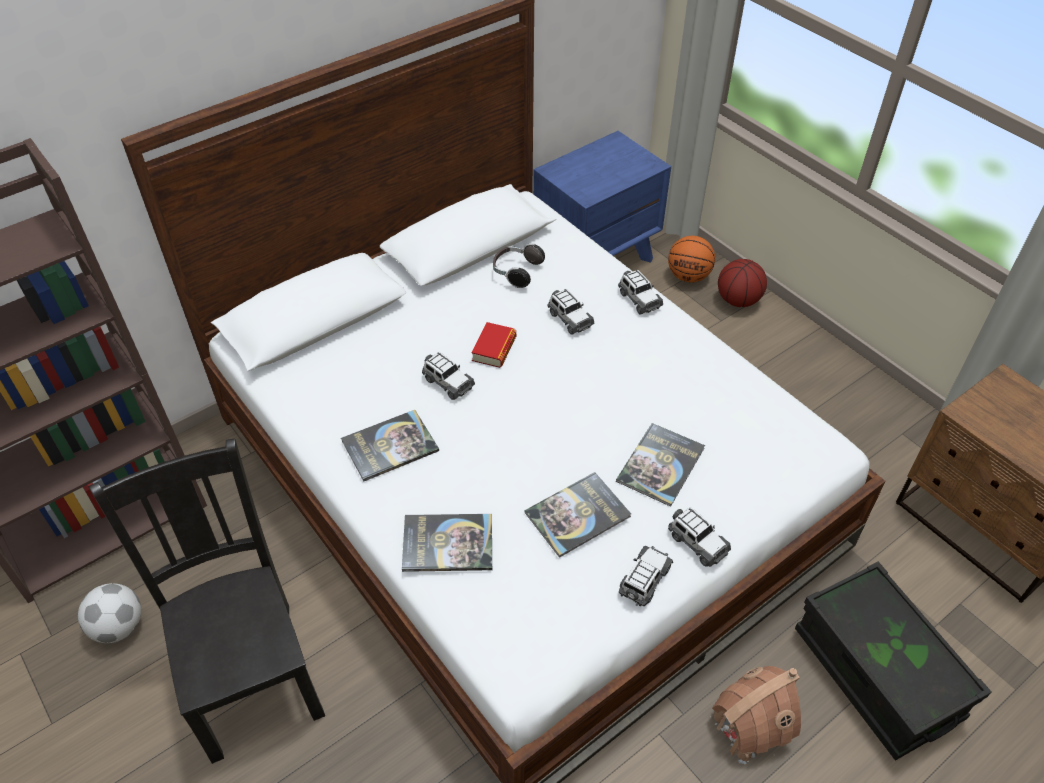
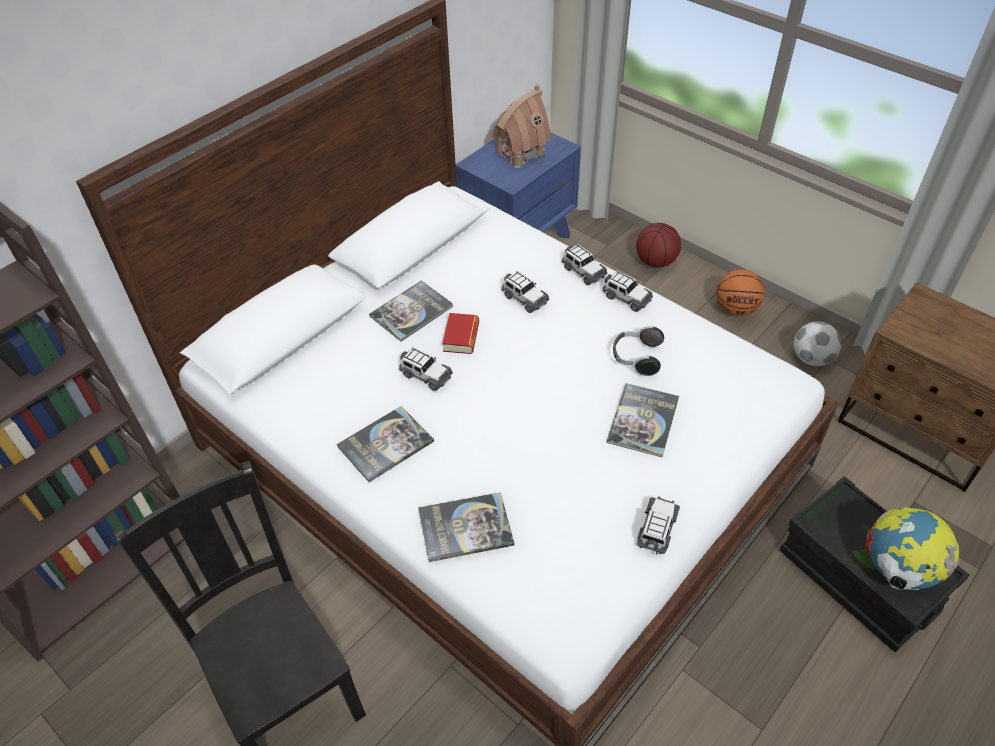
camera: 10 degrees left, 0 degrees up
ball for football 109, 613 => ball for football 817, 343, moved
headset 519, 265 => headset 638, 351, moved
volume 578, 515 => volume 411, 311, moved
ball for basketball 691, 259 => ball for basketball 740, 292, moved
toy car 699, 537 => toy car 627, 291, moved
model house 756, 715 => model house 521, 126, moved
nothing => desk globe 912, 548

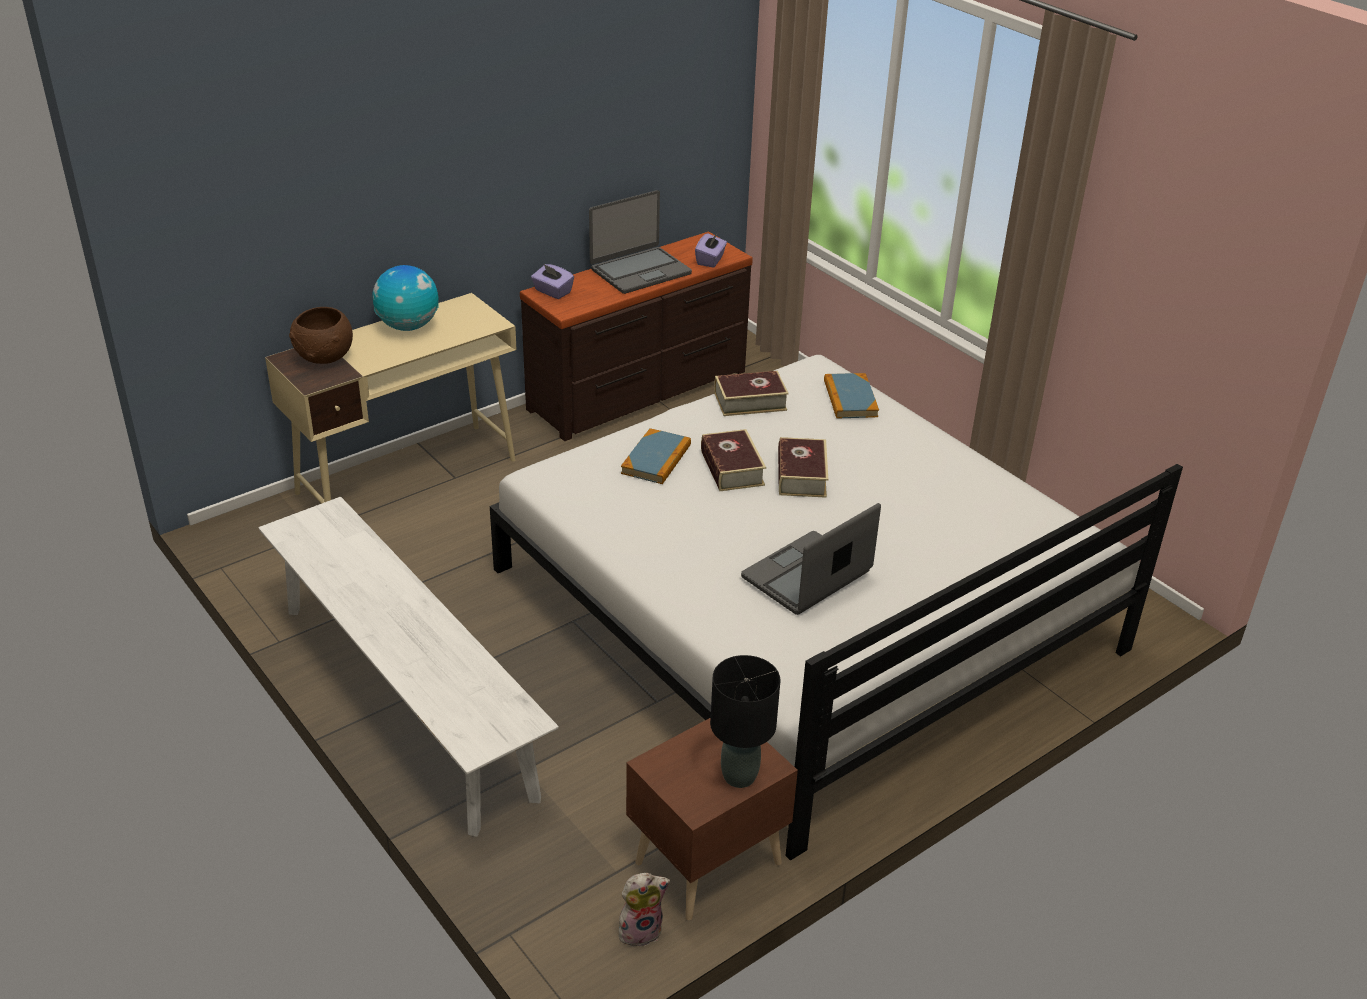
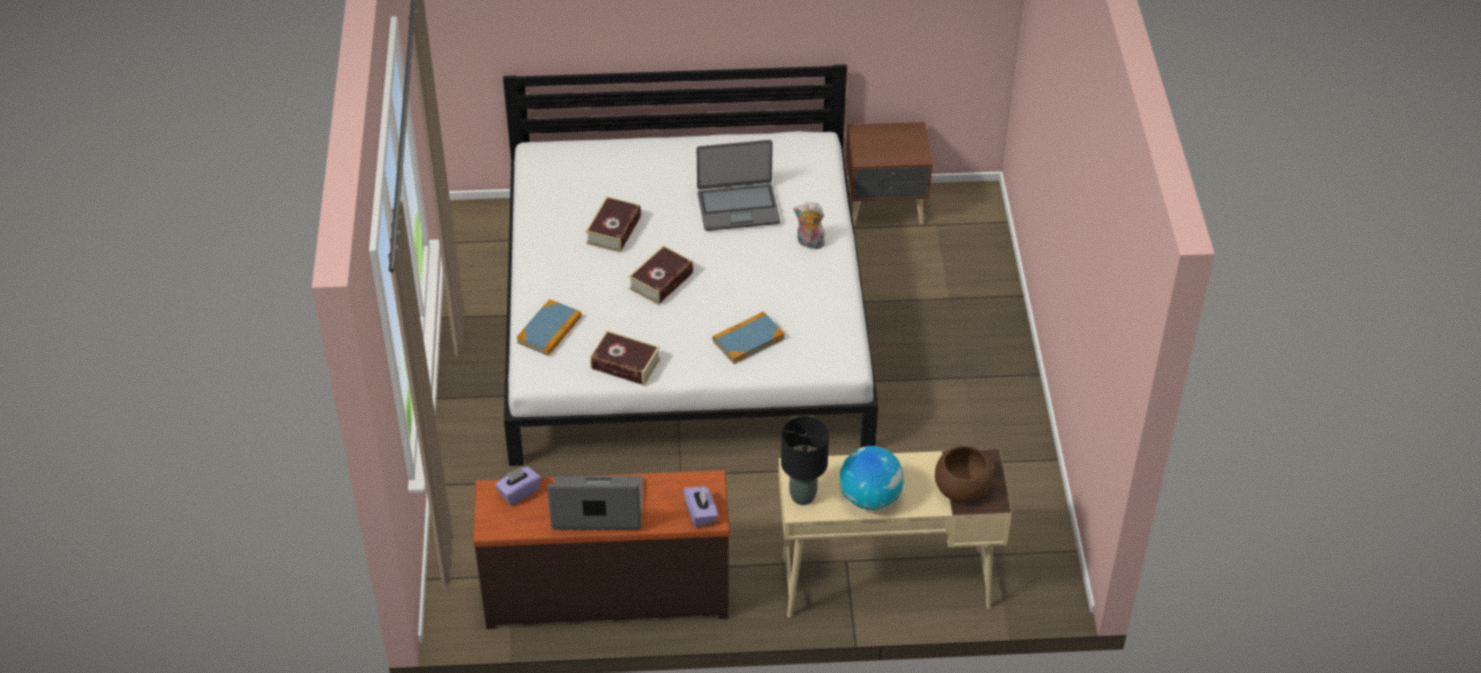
camera: 145 degrees left, 10 degrees up
whitish long seat 408, 667 => nothing
plush toy 644, 911 => plush toy 809, 225, moved
volume 733, 460 => volume 613, 224, moved
black-coloured lamp for a table 745, 721 => black-coloured lamp for a table 805, 460, moved

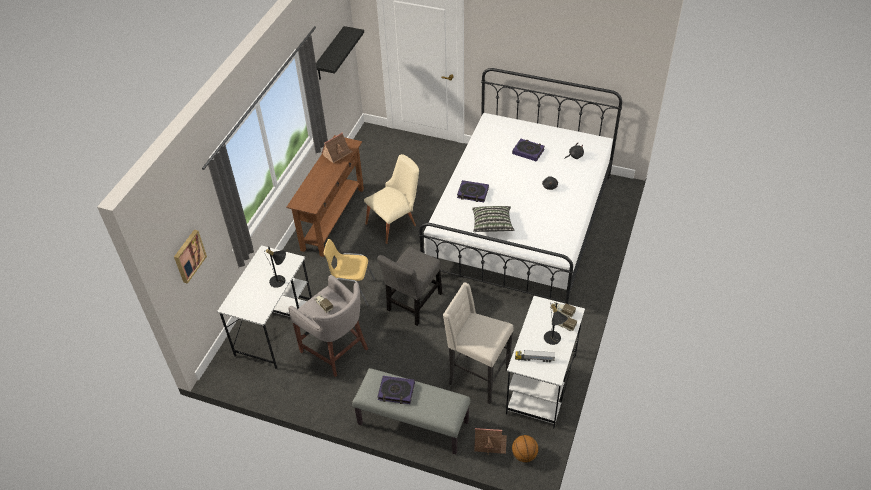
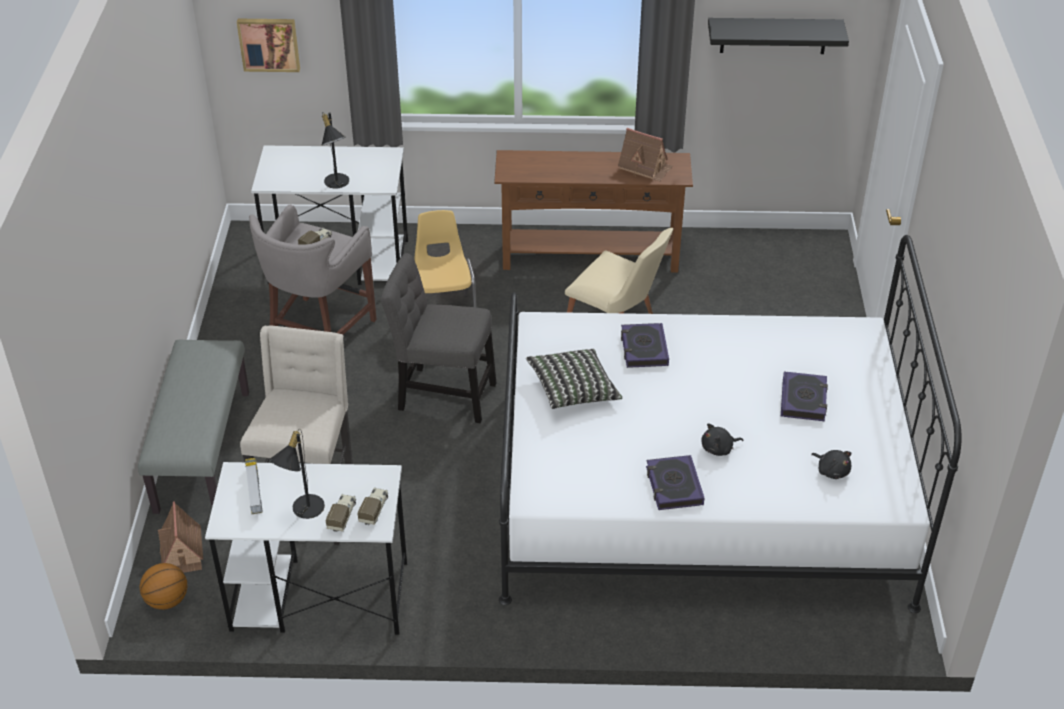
camera: 70 degrees right, 5 degrees down
volume 396, 390 => volume 675, 482, moved

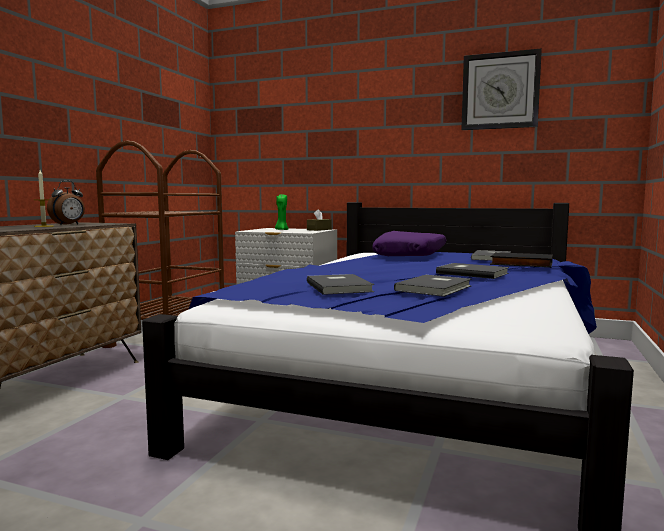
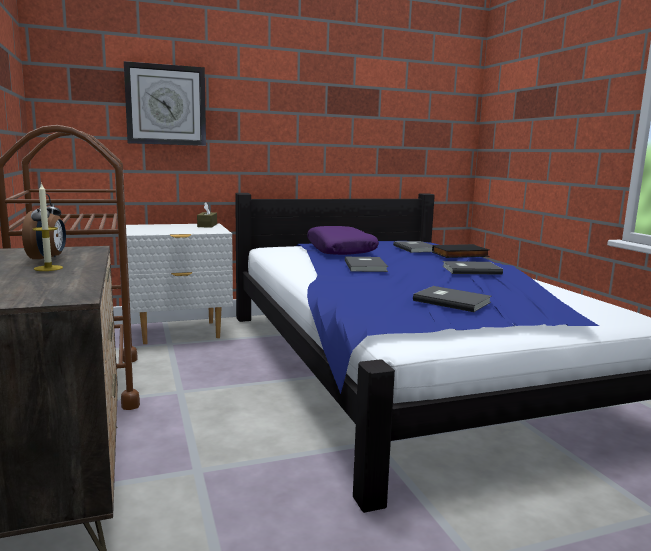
camera: 40 degrees left, 5 degrees up
green wax candle 282, 212 => nothing
grey volume 433, 286 => grey volume 366, 264, moved
clock on the wall 501, 89 => clock on the wall 165, 103, moved

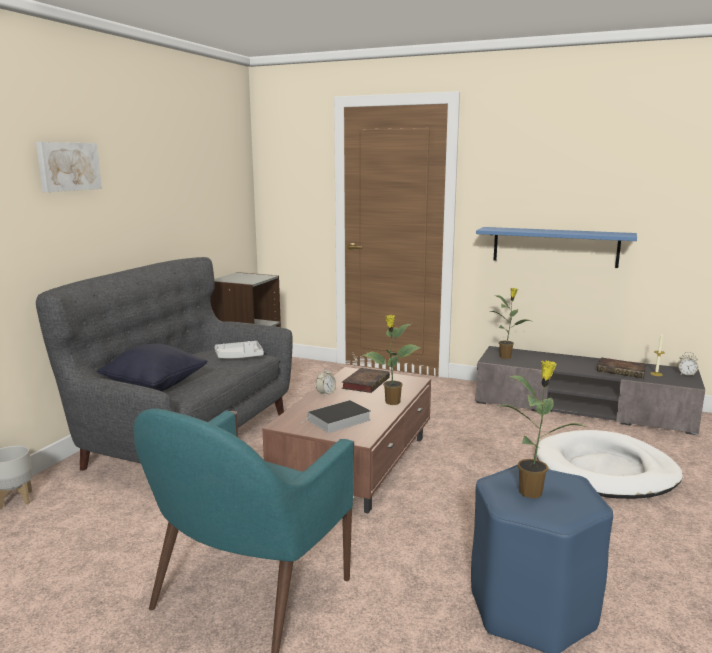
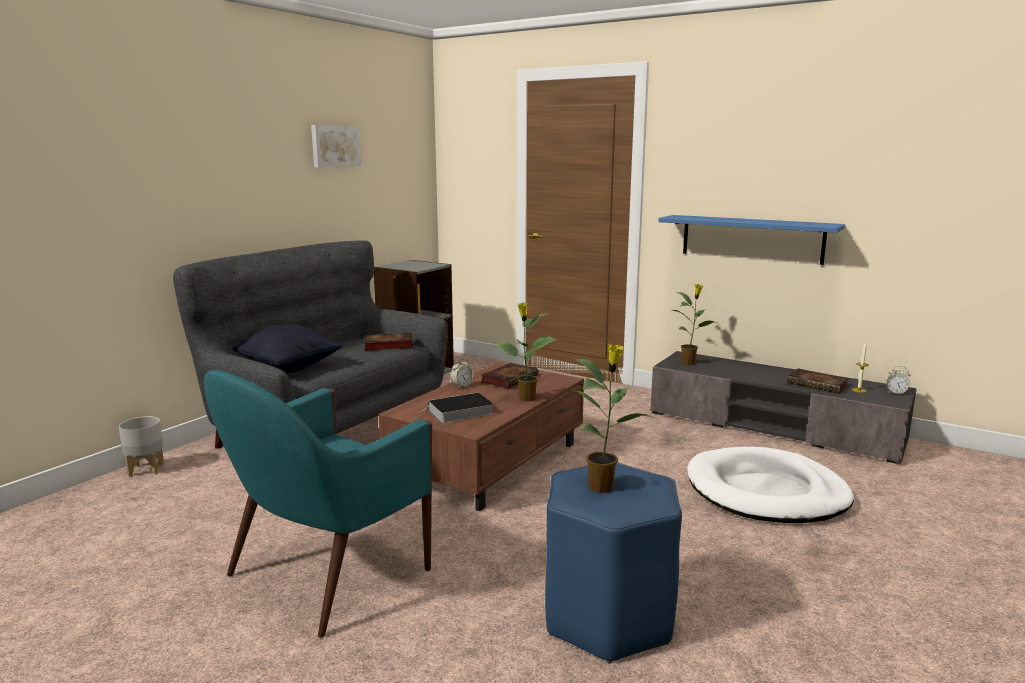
camera: 10 degrees right, 0 degrees up
wall art 69, 167 => wall art 336, 146, moved
grey serving tray 239, 349 => volume 388, 342

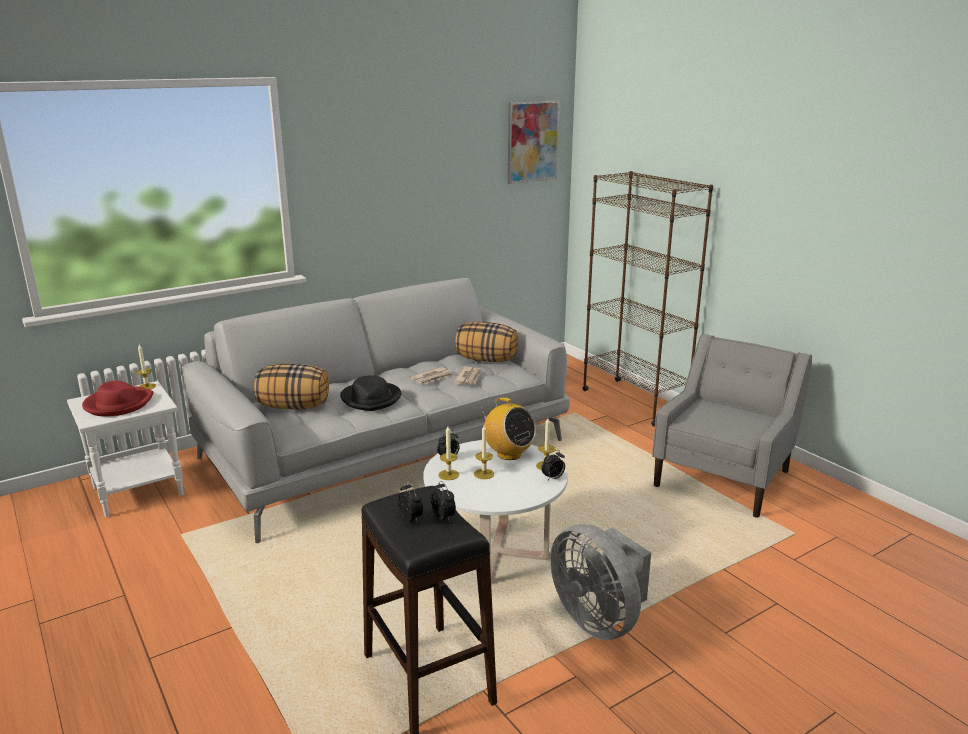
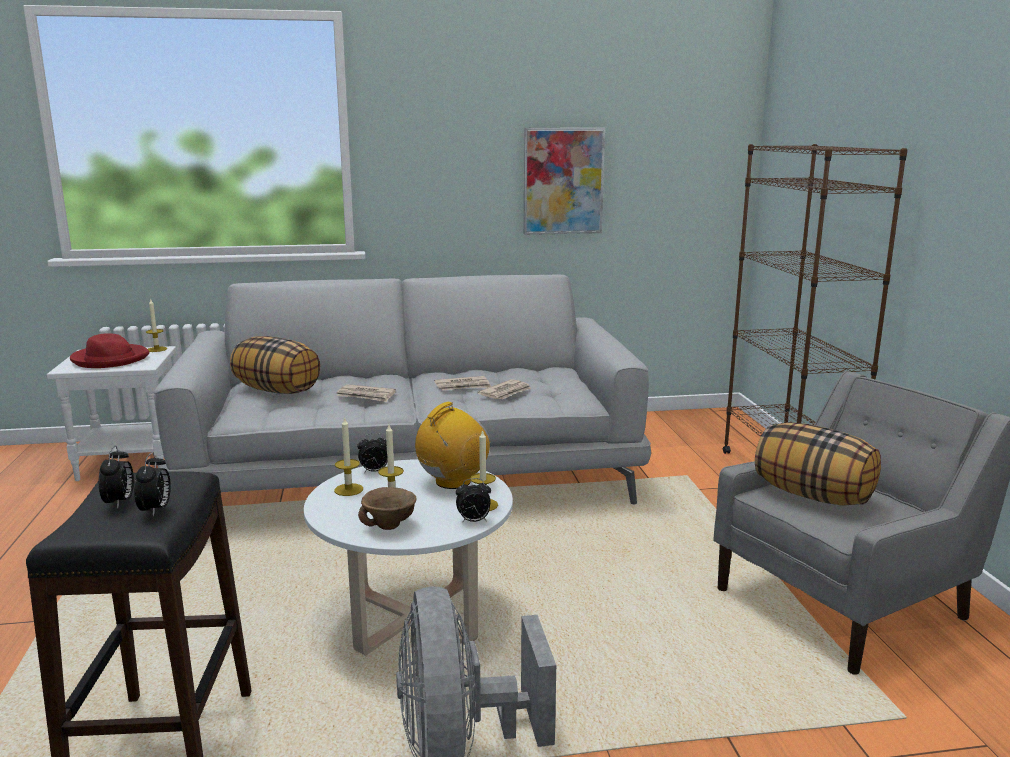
camera: 25 degrees right, 5 degrees down
black-coloured hat 370, 393 => printed paper 366, 393
pillow 486, 342 => pillow 818, 464, moved
radio receiver 508, 428 => radio receiver 452, 445, 120 degrees counterclockwise
wall art 534, 142 => wall art 564, 181, moved
nothing => brown-coloured deep dish 387, 508

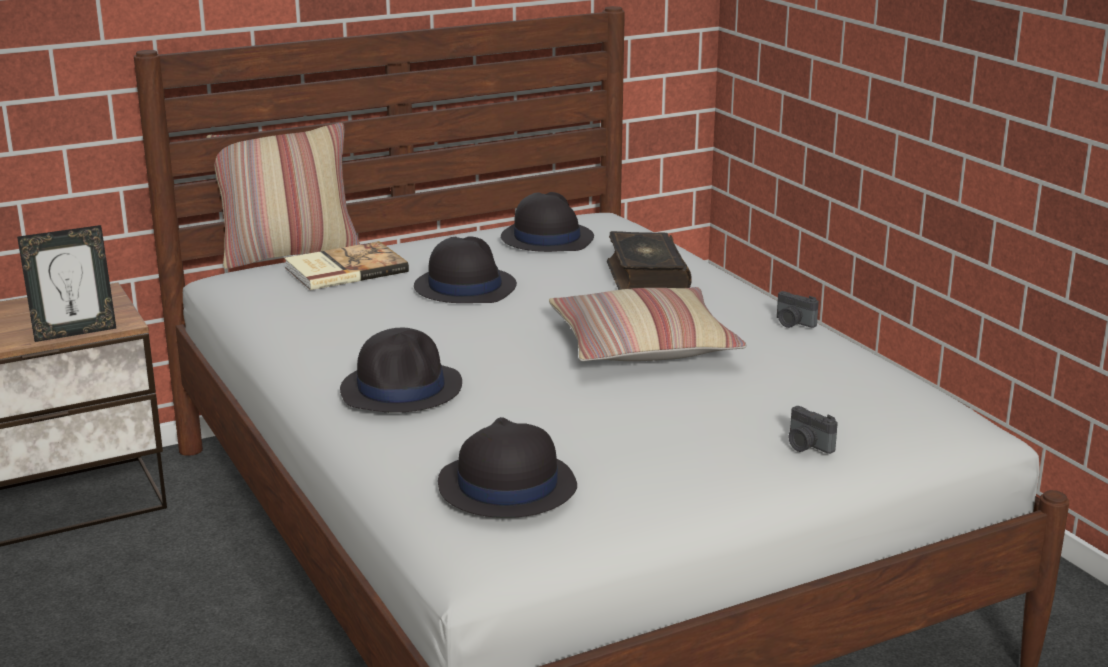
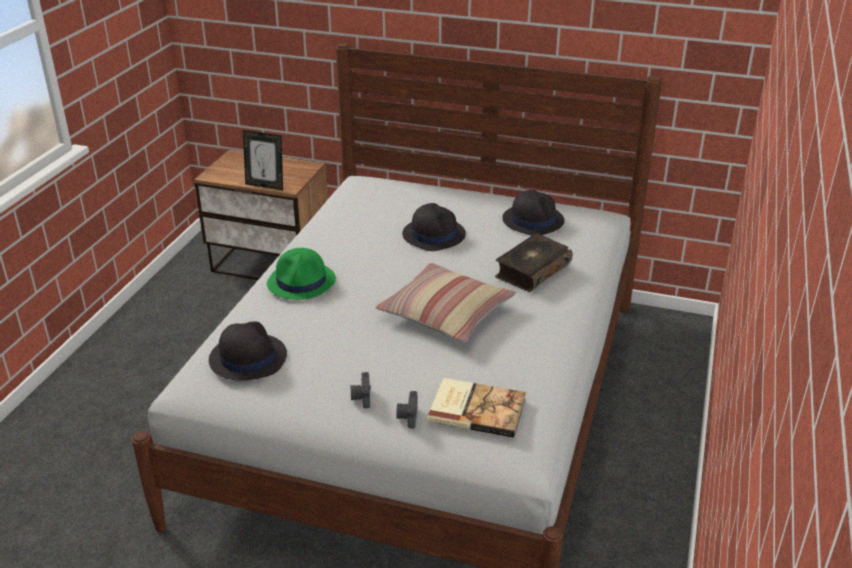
camera: 45 degrees right, 10 degrees up
pillow 283, 196 => nothing
volume 346, 265 => volume 477, 408, moved
black-coloured hat 401, 370 => green hat 301, 274
still camera 798, 309 => still camera 361, 390, moved

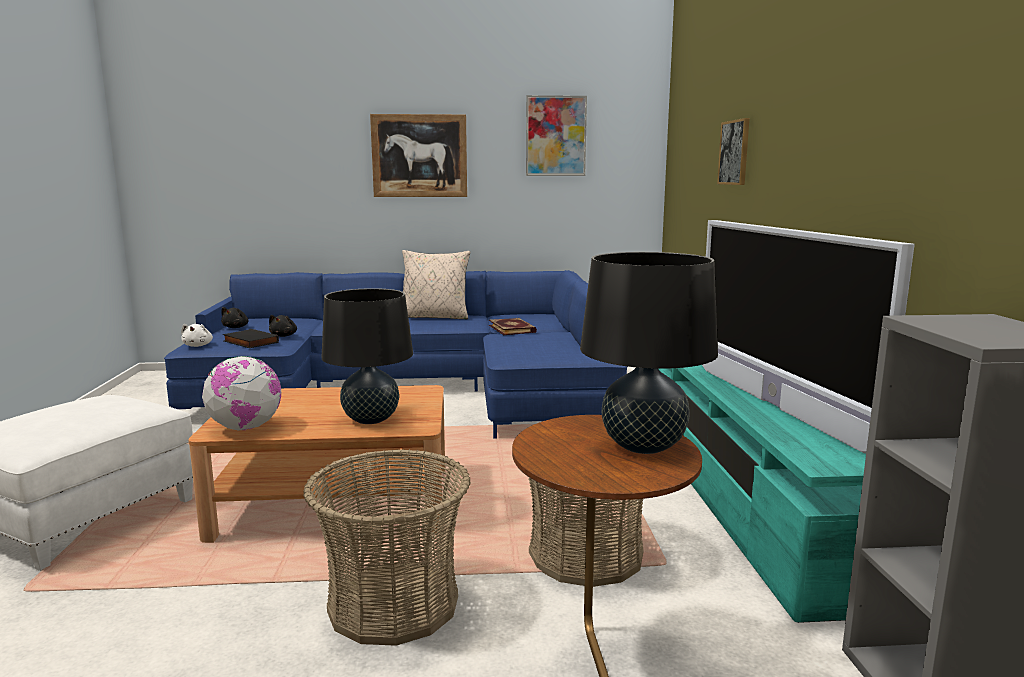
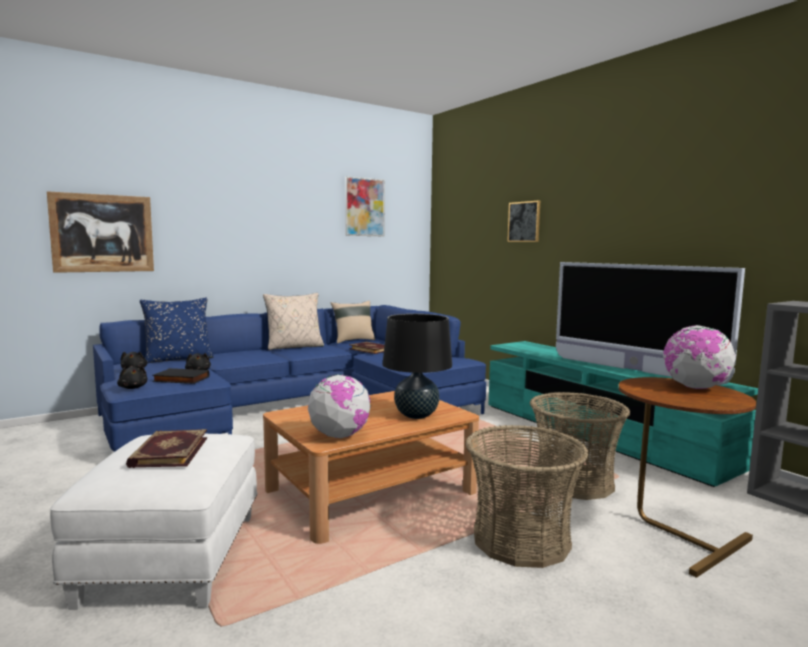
camera: 30 degrees left, 5 degrees down
whitish plush toy 197, 335 => black-coloured plush toy 132, 377
wall art 418, 155 => wall art 100, 232, moved
black-coloured lamp for a table 649, 353 => desk globe 699, 357
nothing => volume 166, 448
nothing => blue-coloured pillow 176, 330
nothing => beige pillow 353, 322

